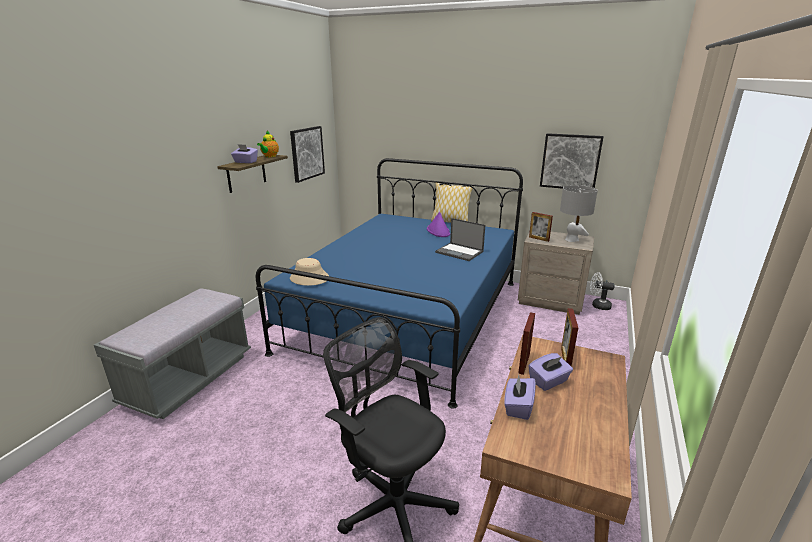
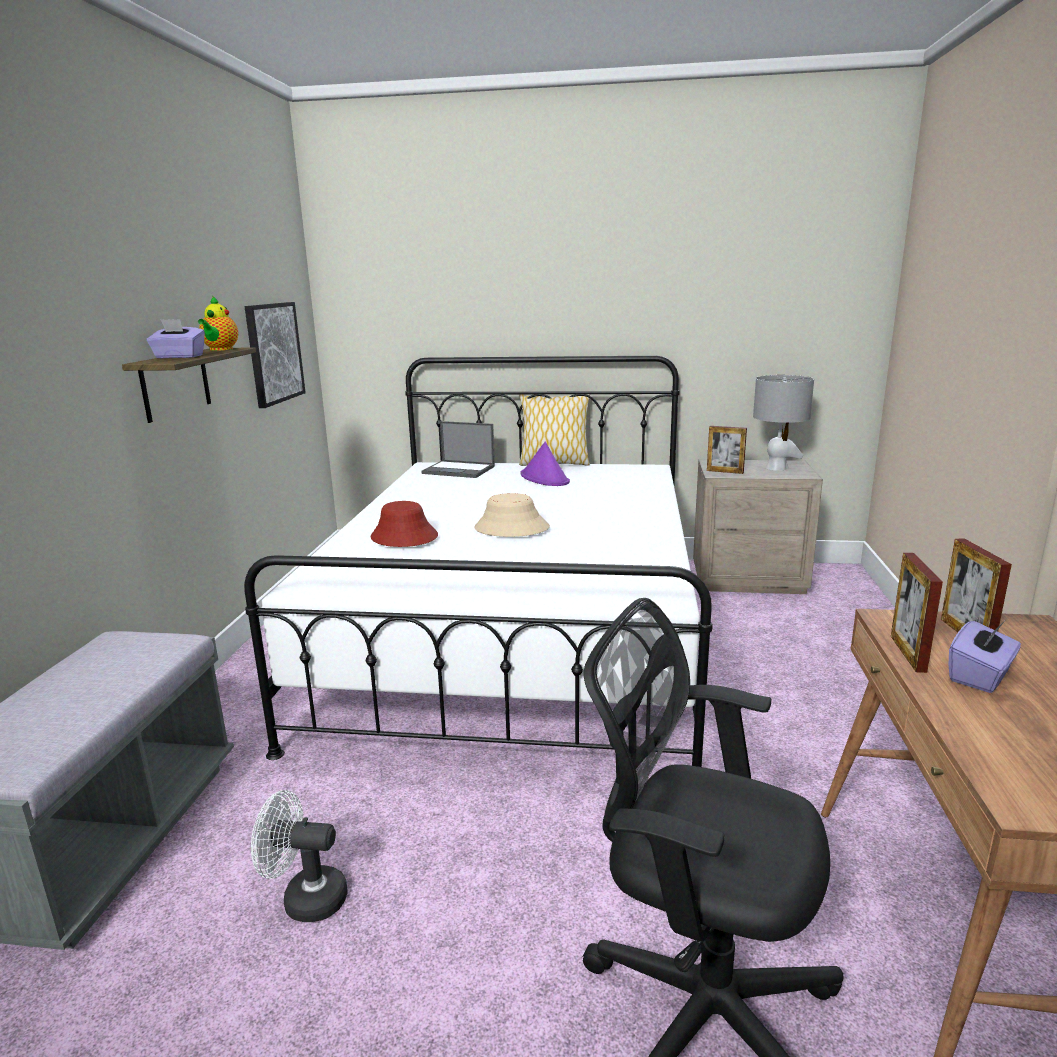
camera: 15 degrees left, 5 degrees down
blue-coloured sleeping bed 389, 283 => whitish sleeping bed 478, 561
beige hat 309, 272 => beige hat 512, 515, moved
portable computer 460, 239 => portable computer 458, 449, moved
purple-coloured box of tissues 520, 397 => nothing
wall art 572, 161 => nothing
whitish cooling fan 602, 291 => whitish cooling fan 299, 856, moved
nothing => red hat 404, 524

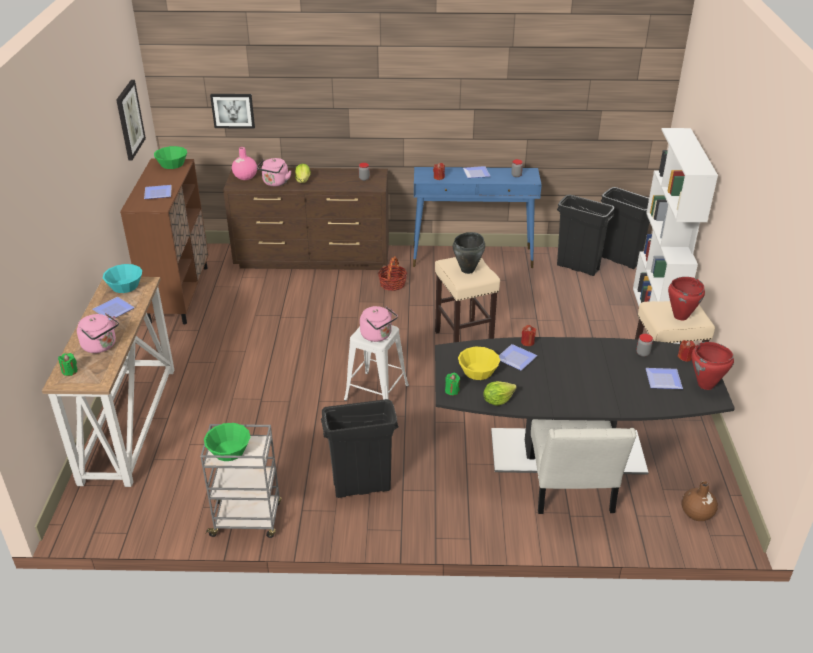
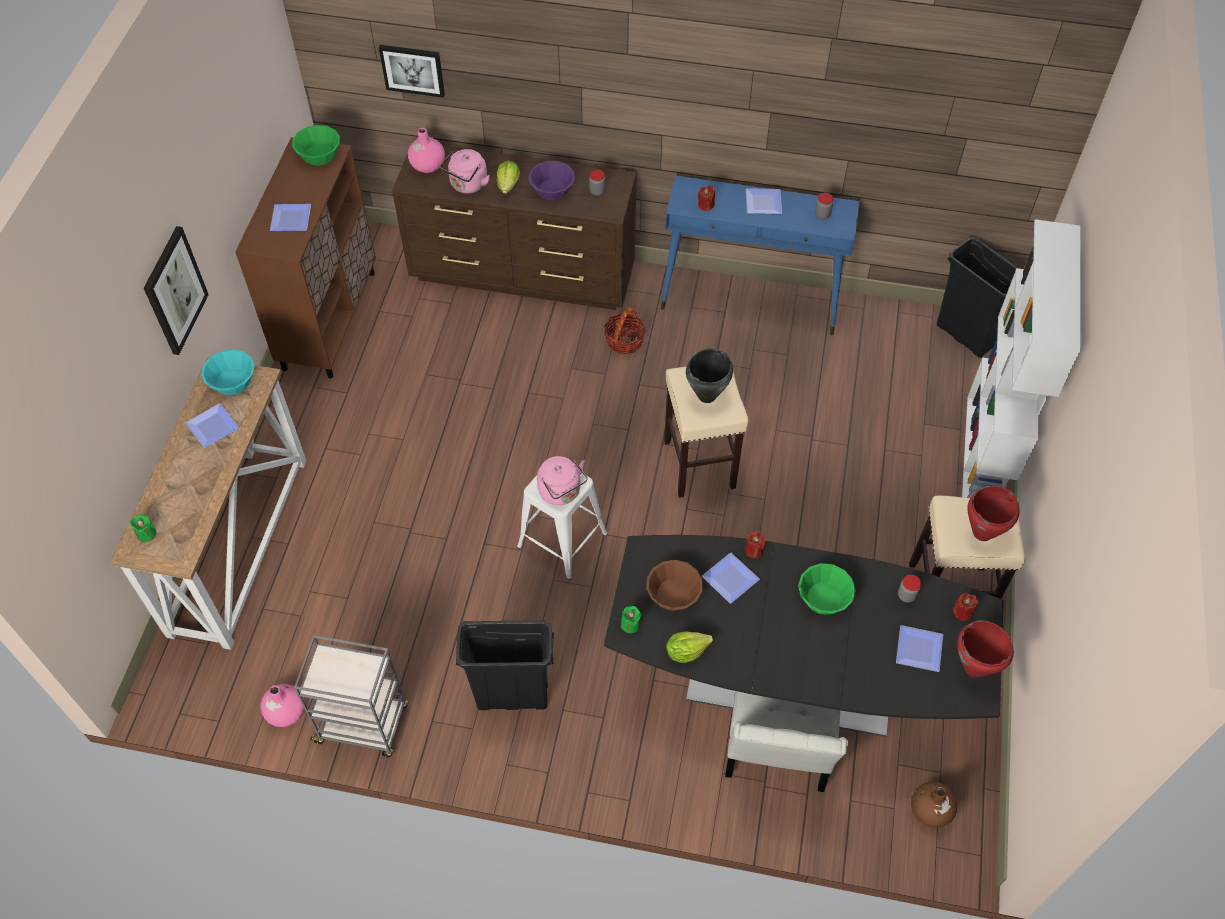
camera: 10 degrees right, 20 degrees up
pink kettle 98, 333 => nothing
wall art 131, 120 => wall art 176, 290, moved
green deep dish 227, 442 => green deep dish 827, 589, moved
yellowish deep dish 479, 363 => brown-coloured deep dish 675, 585
black-coloured rubbish bin 586, 235 => nothing
nothing => pink flower vase 283, 705
nothing => purple-coloured deep dish 551, 180

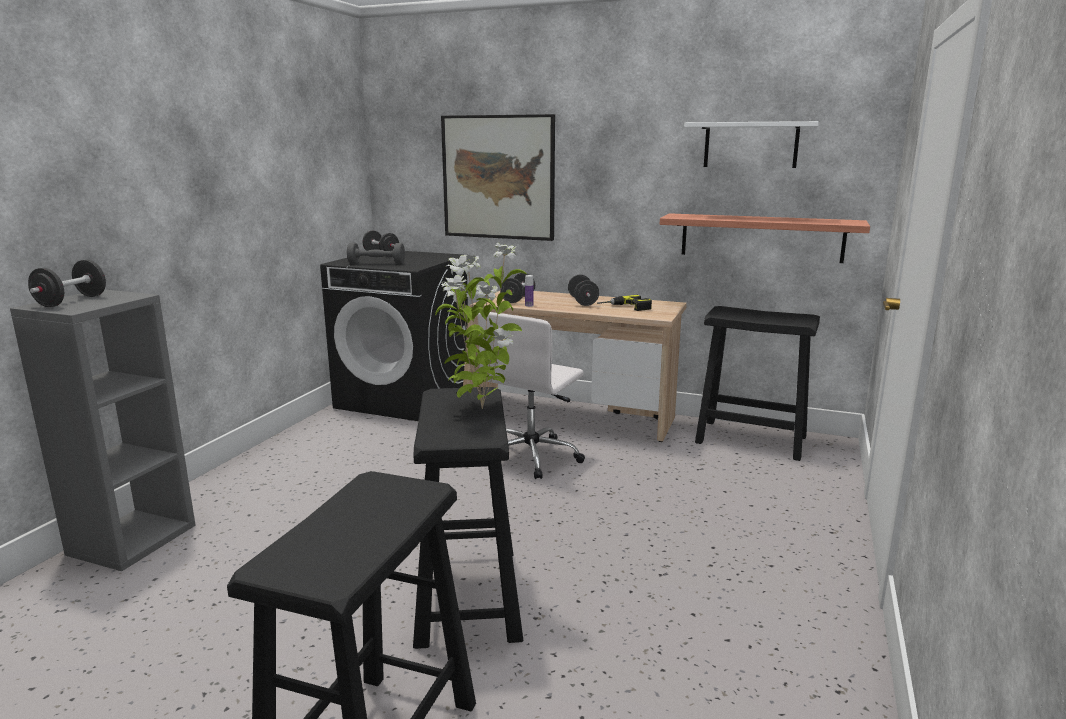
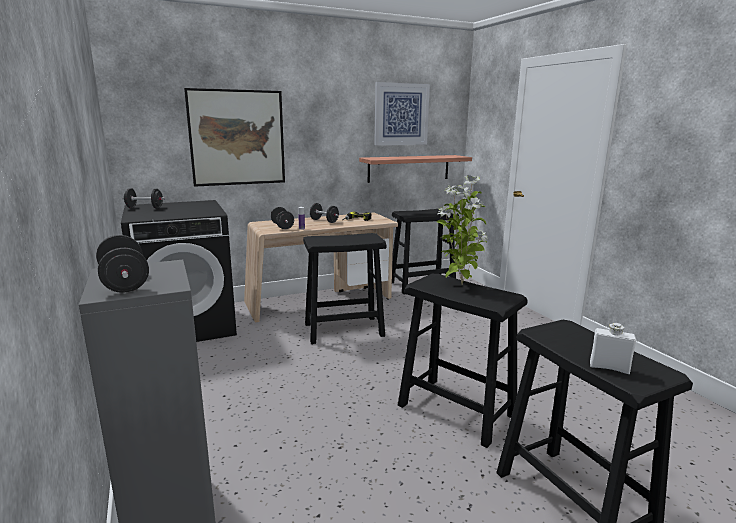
camera: 45 degrees left, 0 degrees up
grey dumbbell 376, 253 => nothing
whitish desk chair 531, 395 => black-coloured stool seat 344, 288
whitish wall shelf 751, 144 => wall art 402, 113
nothing => whitish beverage bottle 613, 348

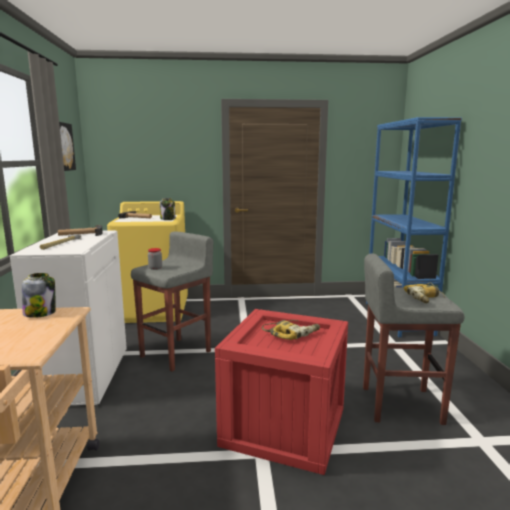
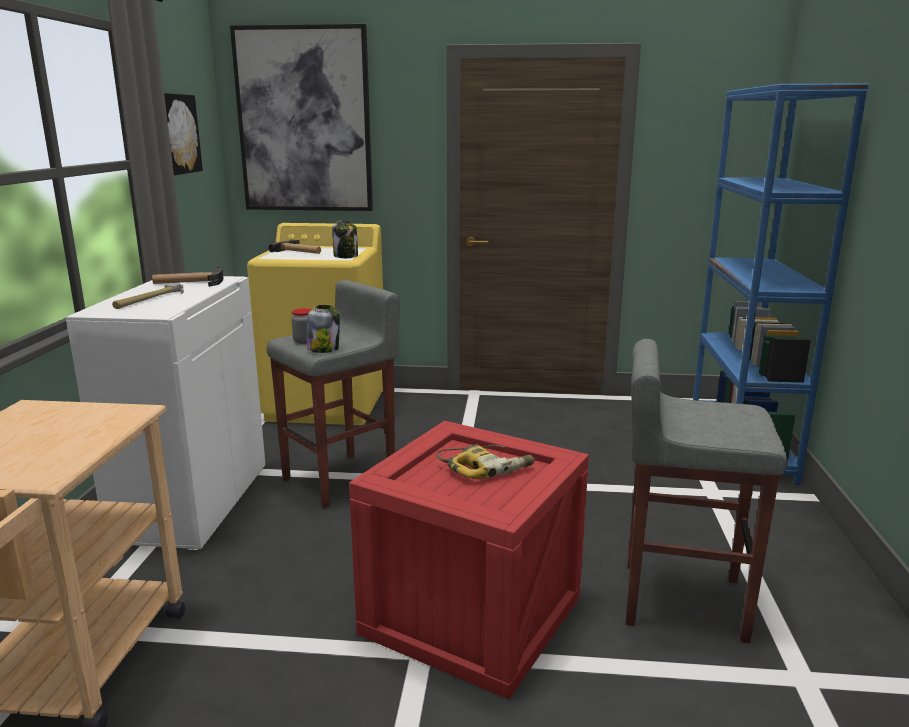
camera: 10 degrees right, 5 degrees up
jar 39, 295 => jar 323, 329, moved
power drill 424, 292 => nothing
nothing => wall art 301, 117

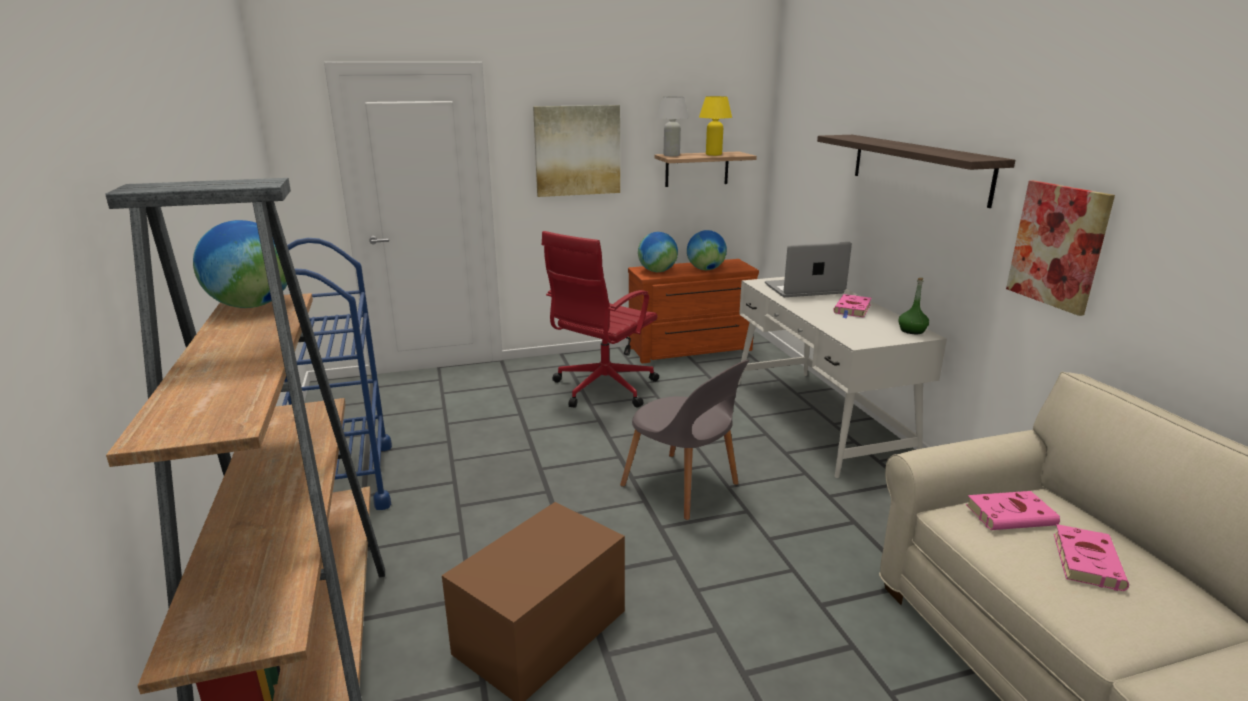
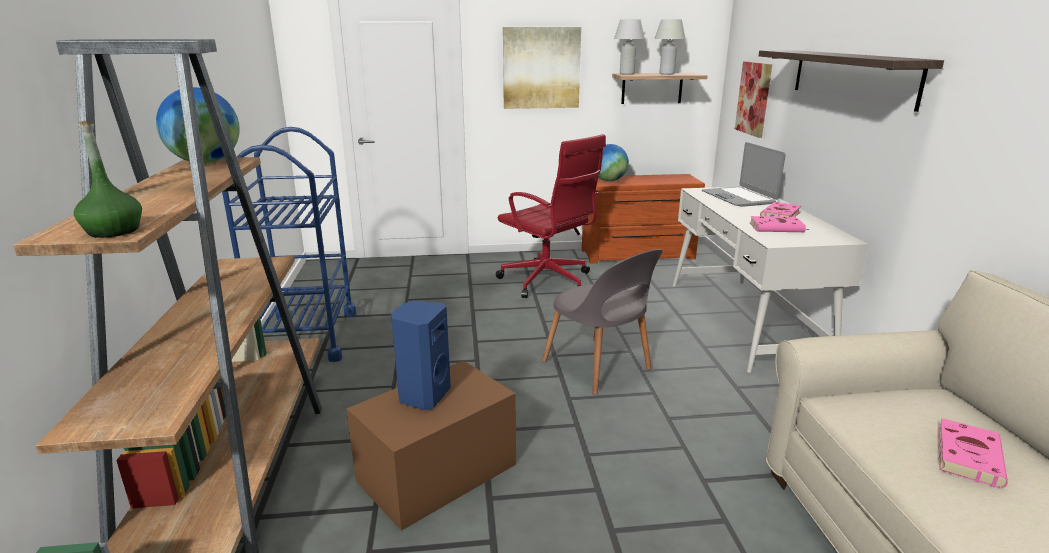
camera: 10 degrees right, 0 degrees up
red desk chair 600, 319 => red desk chair 551, 216, 90 degrees counterclockwise
desk globe 707, 250 => nothing
yellowish lamp for a table 715, 126 => whitish lamp for a table 670, 47
portable computer 808, 269 => portable computer 744, 174, 105 degrees counterclockwise
green beverage bottle 913, 306 => green beverage bottle 108, 179, moved
pink volume 1013, 510 => pink volume 779, 224, moved
wall art 1060, 248 => wall art 753, 99, moved
nothing => blue-coloured loudspeaker 421, 355

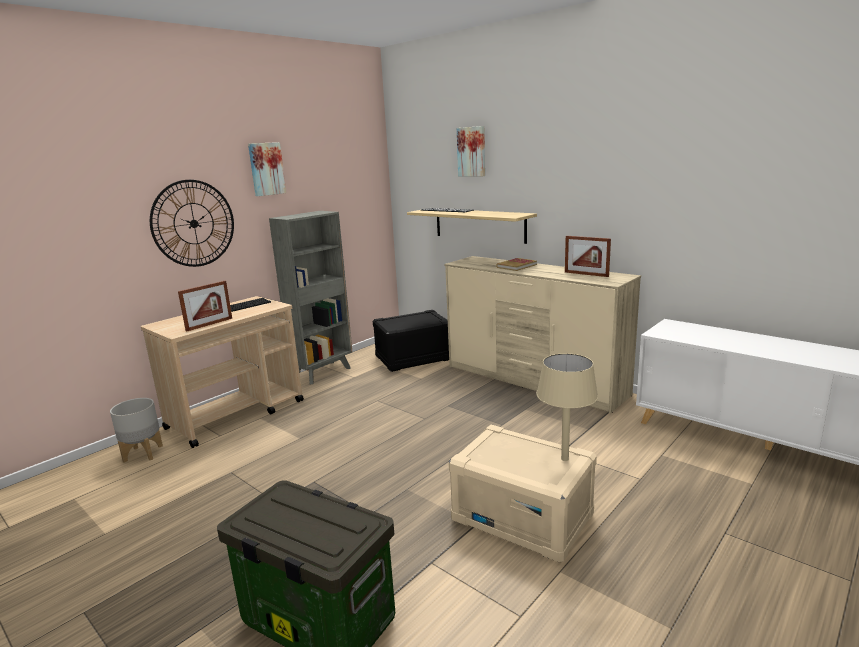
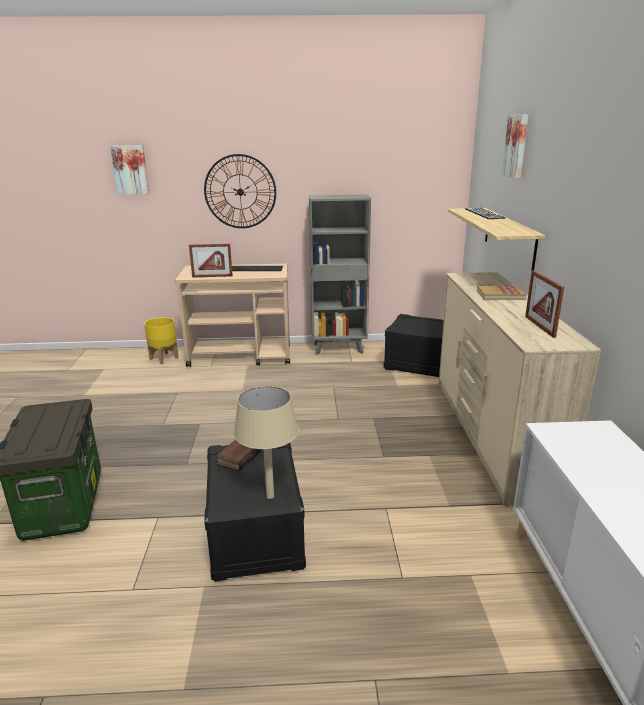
camera: 45 degrees right, 5 degrees up
grey planter 136, 430 => yellowish planter 161, 340
wall art 267, 169 => wall art 129, 170, moved
beige storage box 523, 494 => black-coloured storage box 255, 512
nothing => volume 238, 455

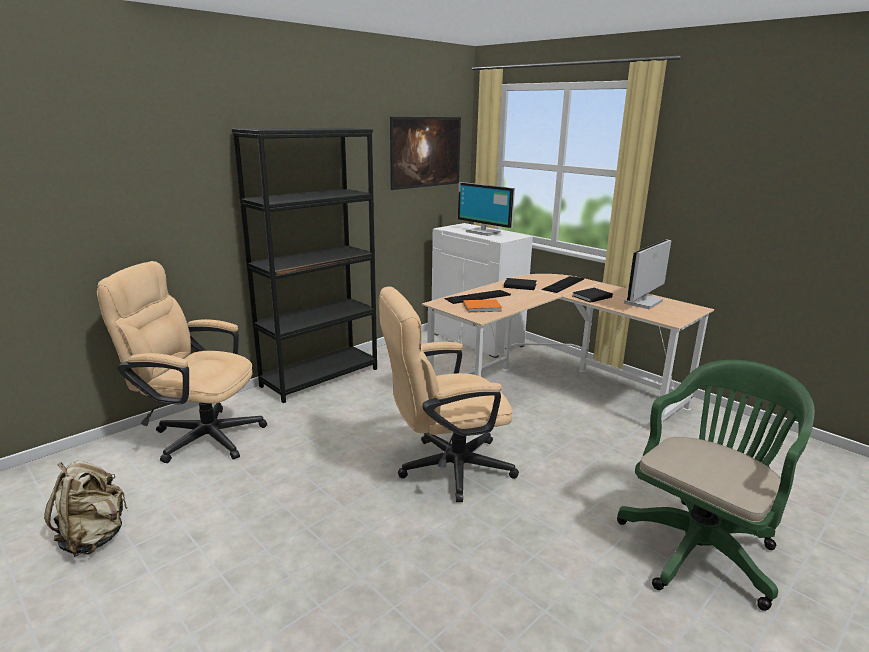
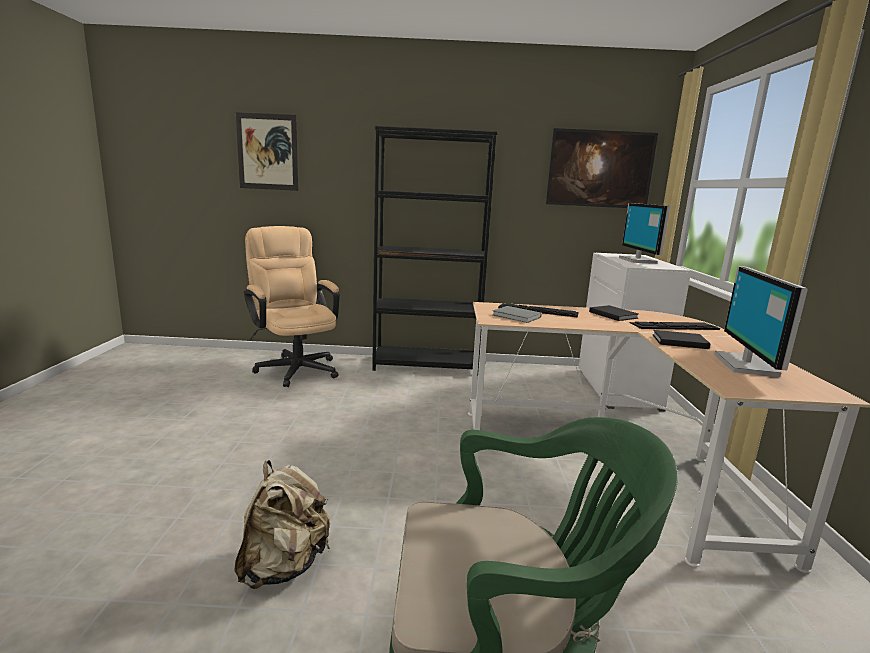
camera: 45 degrees right, 5 degrees down
beige rucksack 85, 509 => beige rucksack 282, 524, moved
beige desk chair 449, 394 => nothing
orange-coloured volume 482, 306 => grey volume 517, 314
computer screen 648, 274 => computer screen 761, 321, 75 degrees counterclockwise
nothing => wall art 267, 151

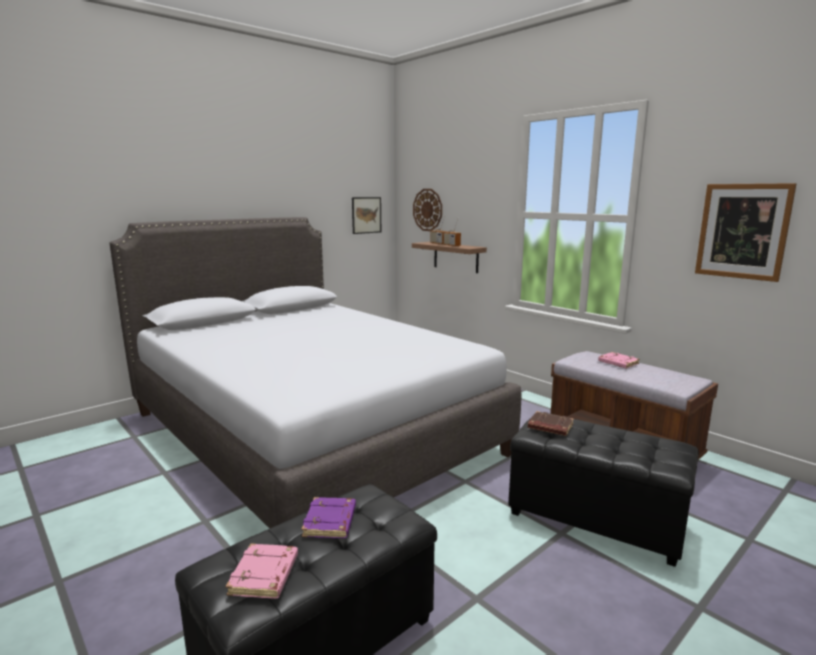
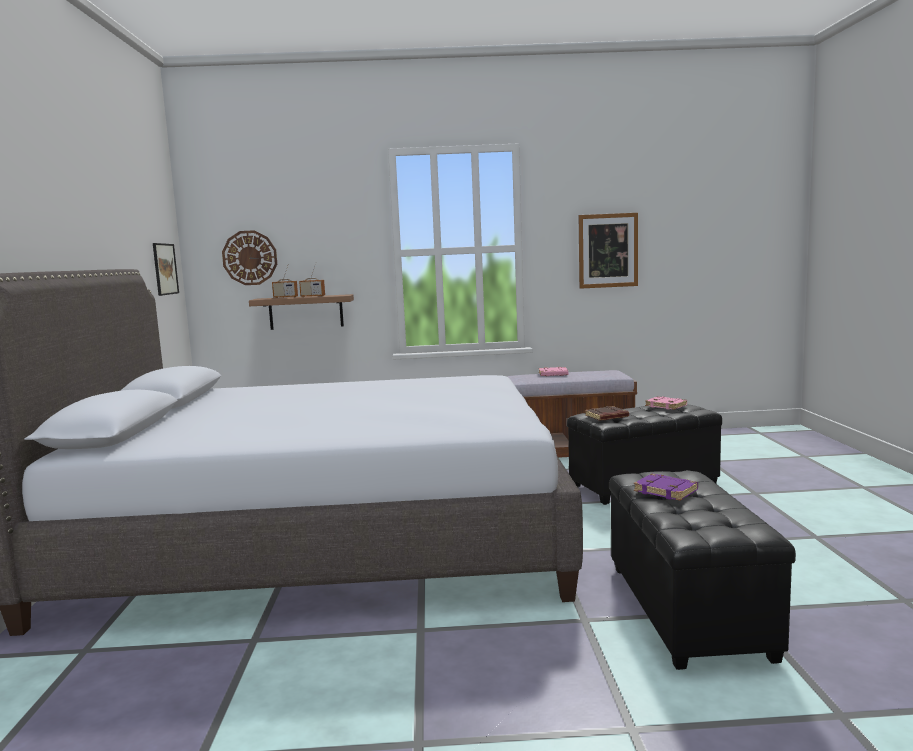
camera: 50 degrees left, 5 degrees down
pink volume 261, 571 => pink volume 666, 403, moved

